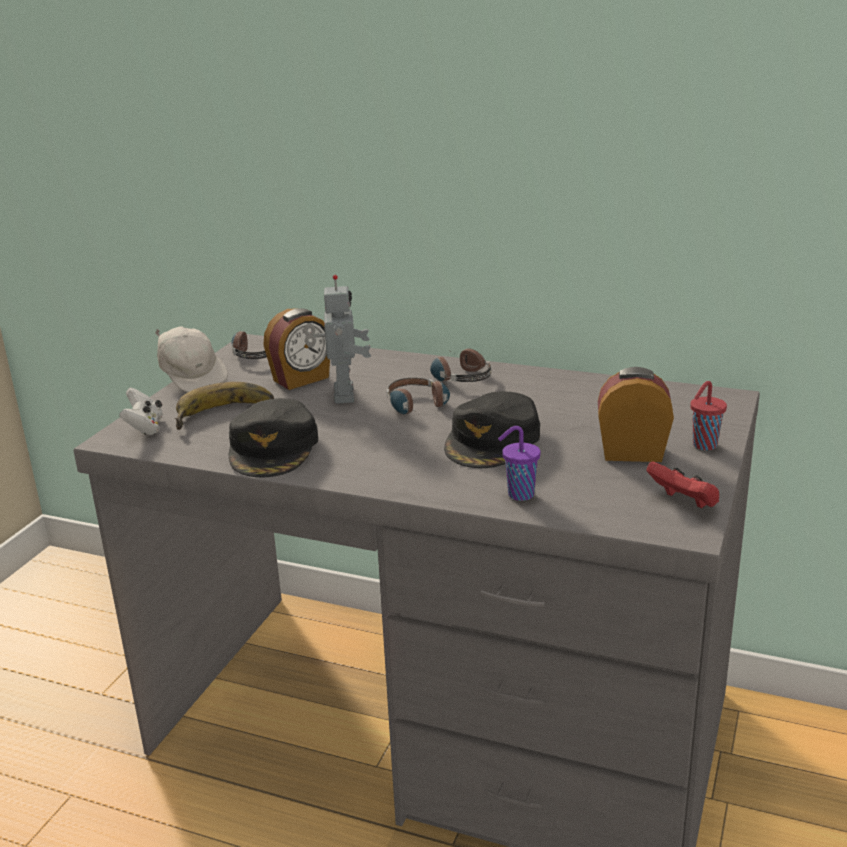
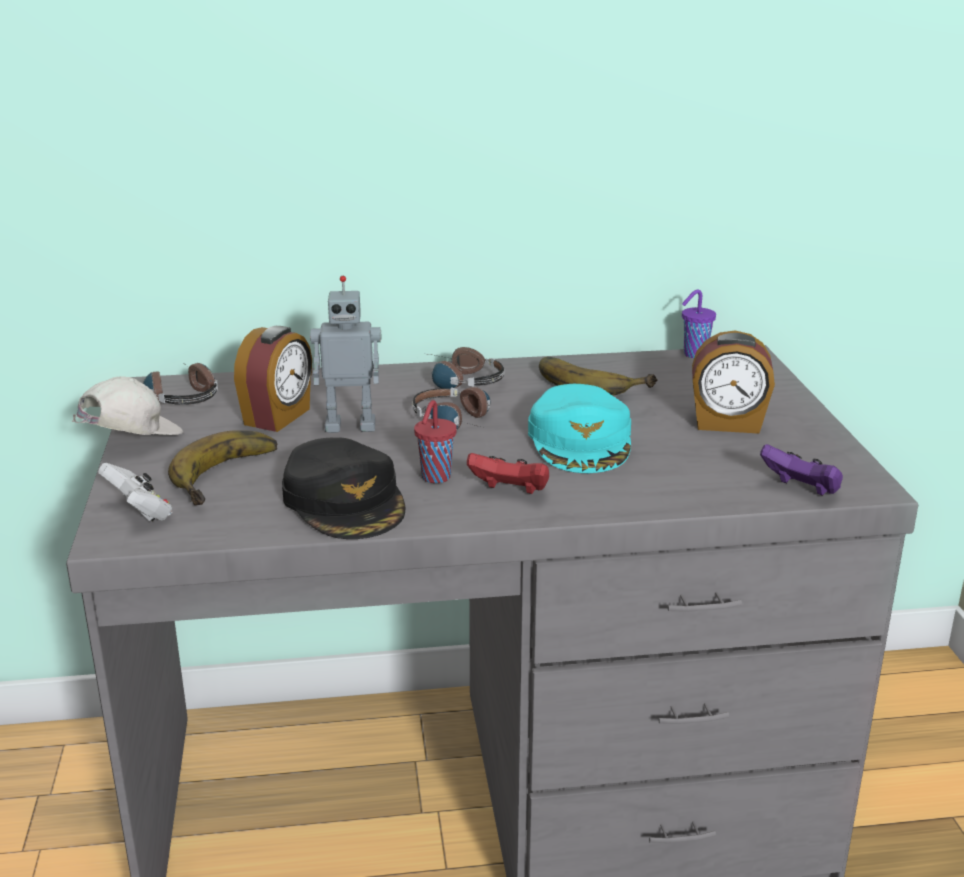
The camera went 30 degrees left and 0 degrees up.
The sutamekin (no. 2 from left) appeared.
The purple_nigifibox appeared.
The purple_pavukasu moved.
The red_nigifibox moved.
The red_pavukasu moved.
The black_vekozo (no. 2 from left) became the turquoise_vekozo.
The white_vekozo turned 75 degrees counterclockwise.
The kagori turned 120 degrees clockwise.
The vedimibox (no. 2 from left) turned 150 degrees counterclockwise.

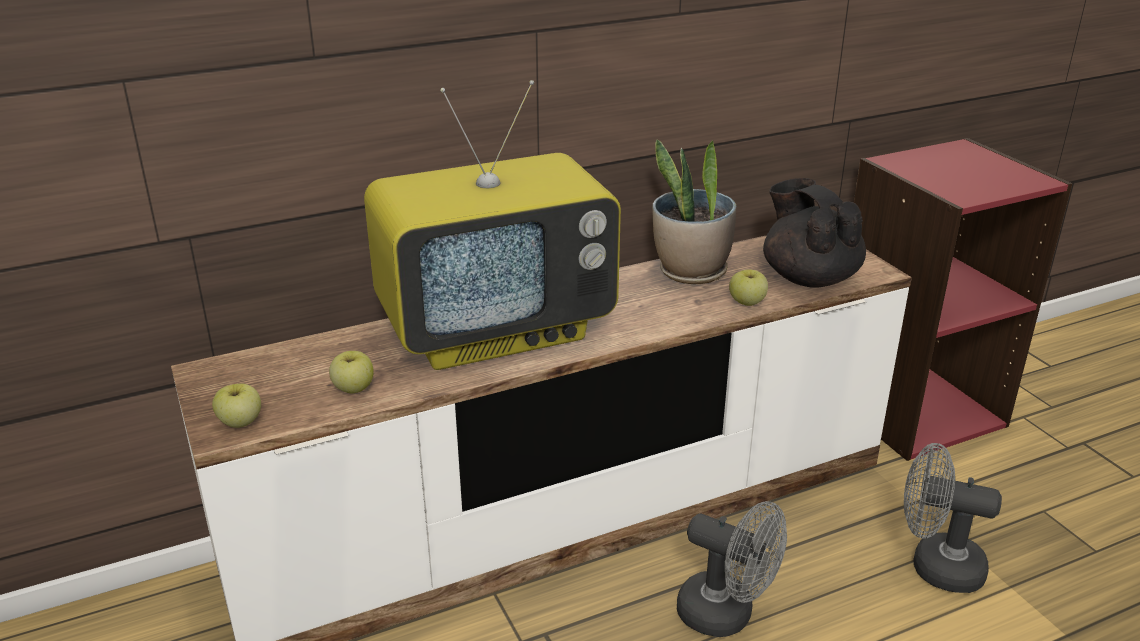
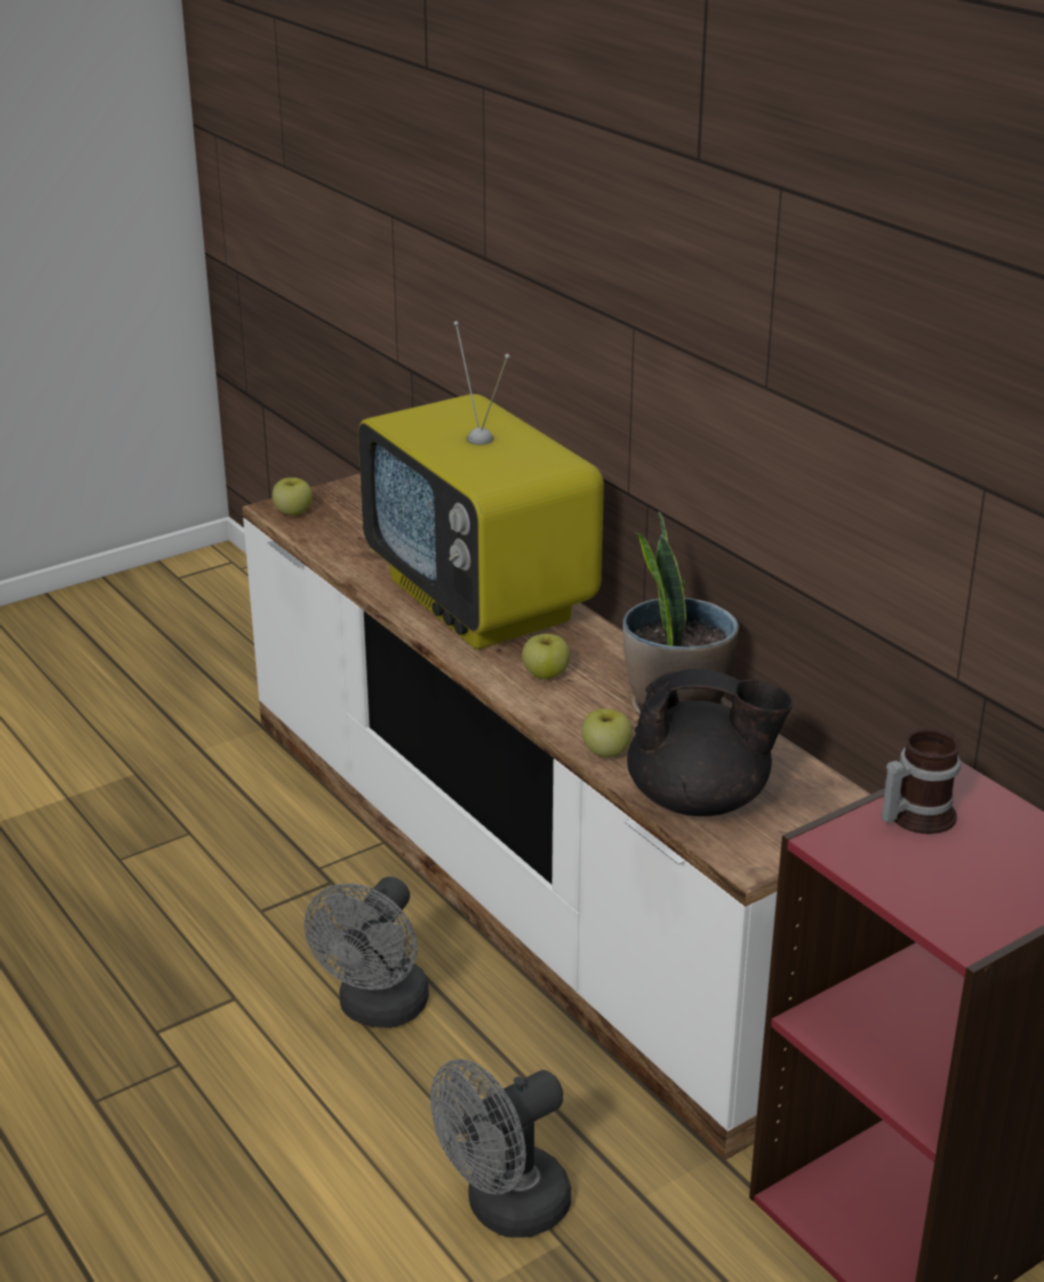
The camera went 80 degrees right and 0 degrees up.
The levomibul appeared.
The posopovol (no. 2 from left) moved.
The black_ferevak turned 45 degrees clockwise.
The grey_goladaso (no. 2 from left) turned 135 degrees counterclockwise.

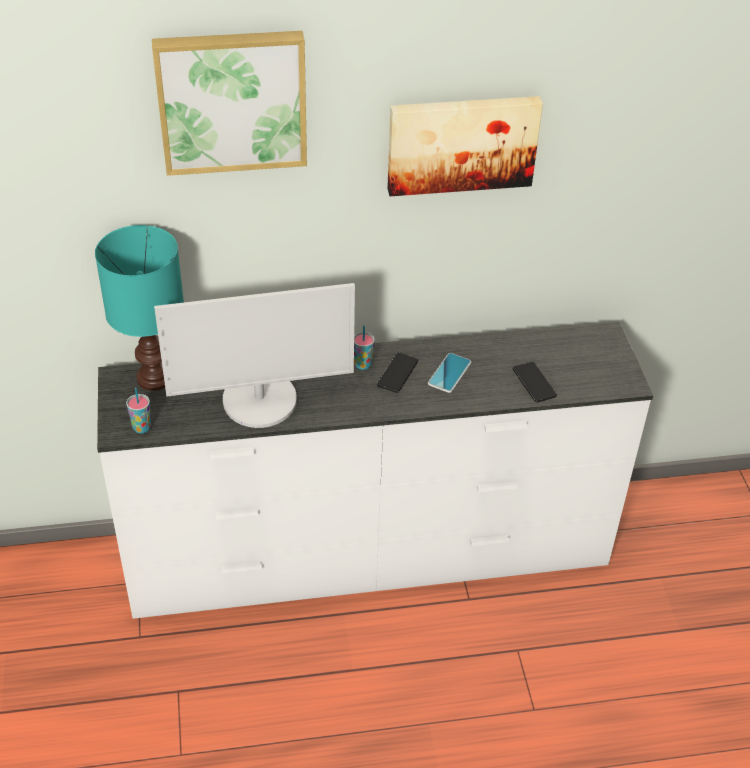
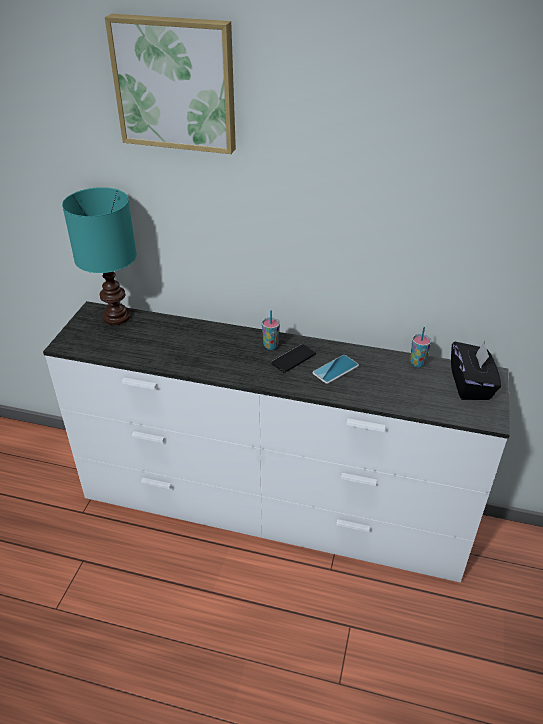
The camera went 25 degrees right and 5 degrees down.
The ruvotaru disappeared.
The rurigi (no. 2 from left) disappeared.
The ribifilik (no. 3 from left) disappeared.
The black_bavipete appeared.
The pavukasu (no. 1 from left in the first image) moved.

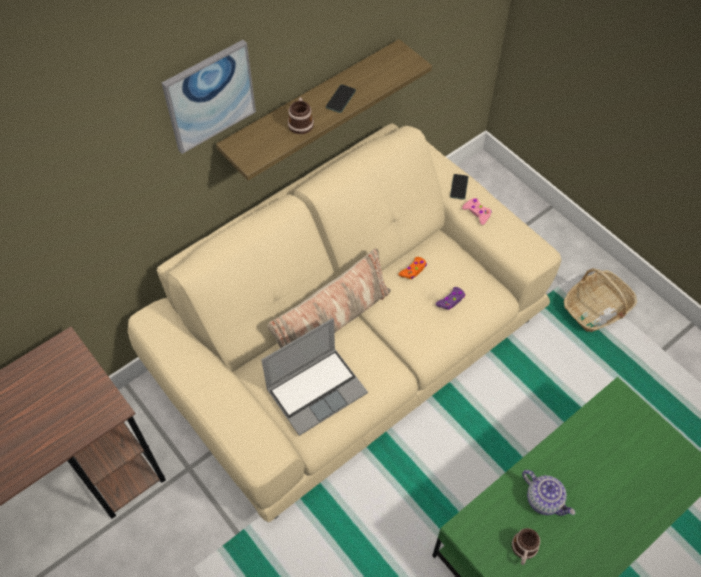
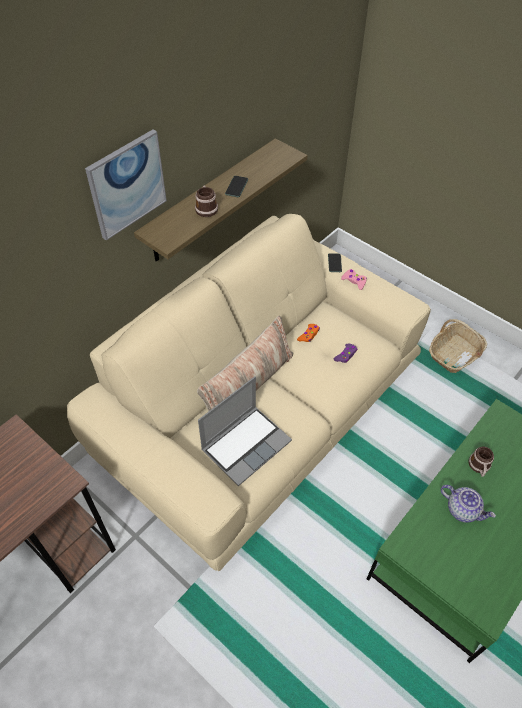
The camera went 10 degrees left and 5 degrees down.
The levomibul (no. 2 from left) moved.

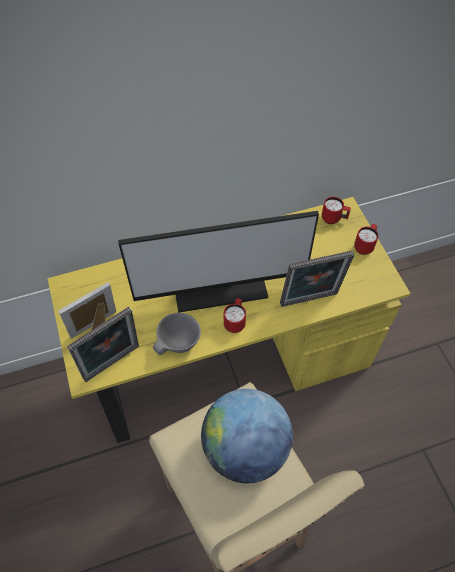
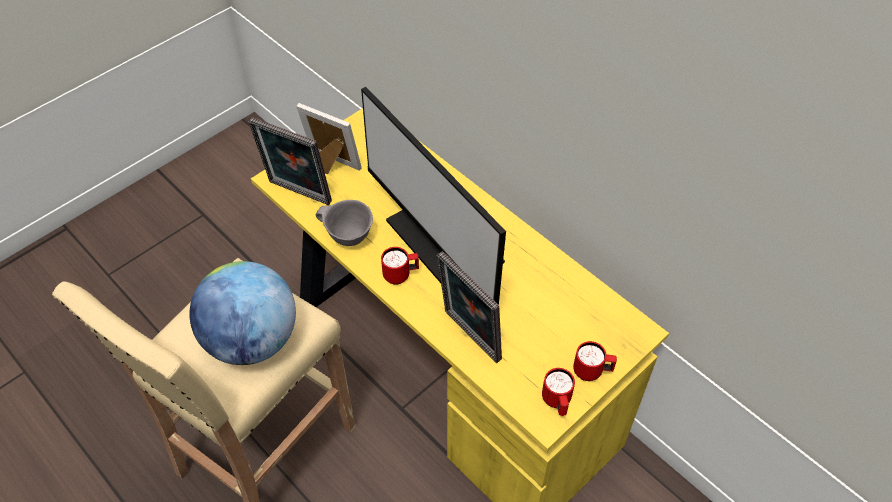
The camera went 65 degrees right and 5 degrees down.
The red_levomibul (no. 2 from left) moved.

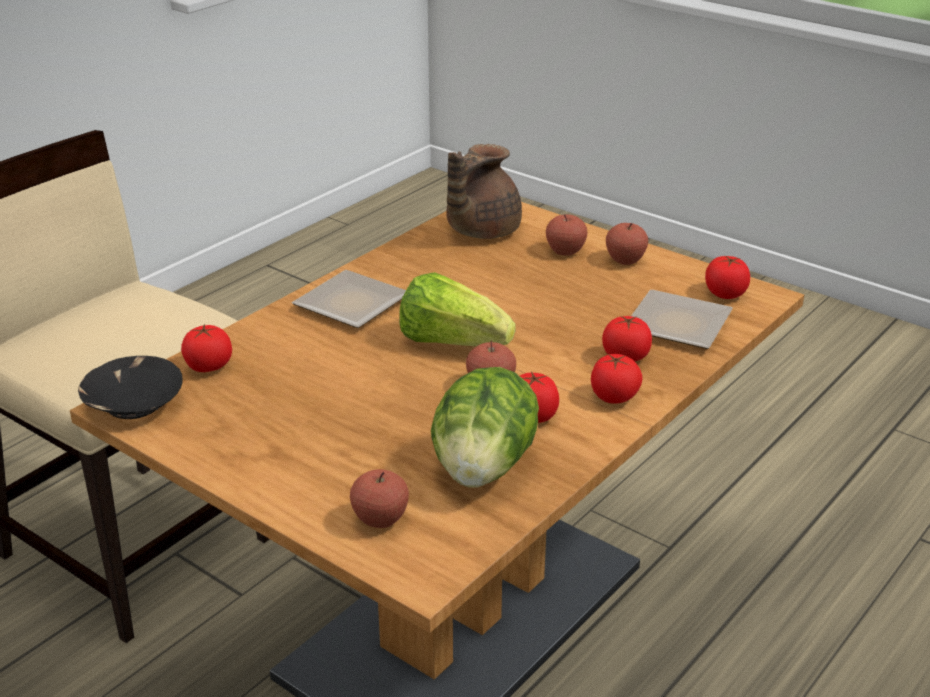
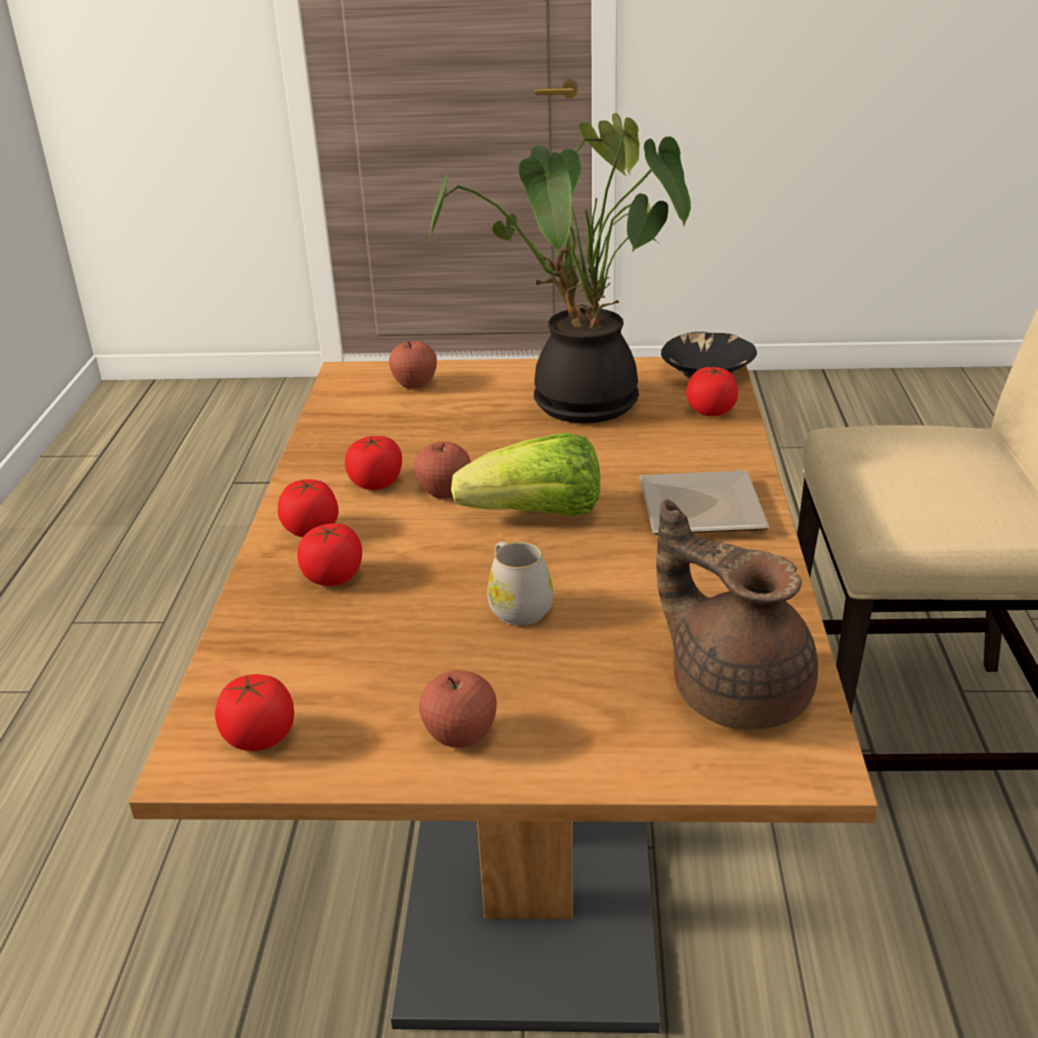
The camera went 145 degrees right and 0 degrees up.
The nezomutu (no. 2 from left) disappeared.
The posopovol (no. 3 from left) disappeared.
The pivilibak (no. 2 from left) disappeared.
The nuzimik appeared.
The white_levomibul appeared.
The brown_ferevak turned 45 degrees counterclockwise.

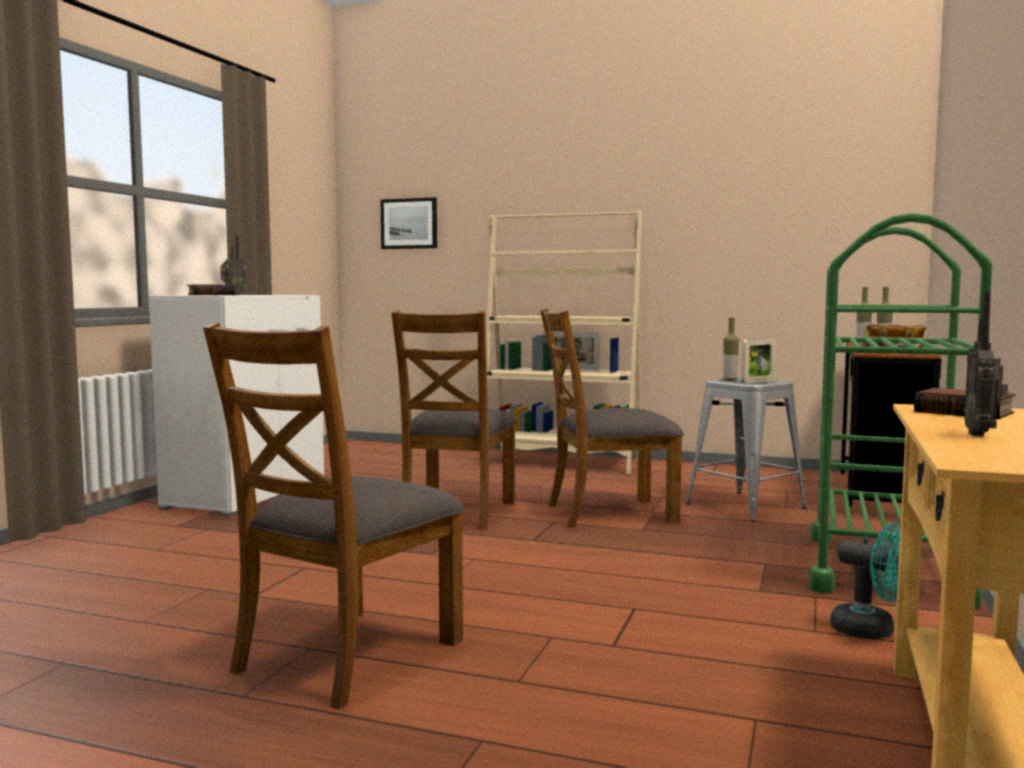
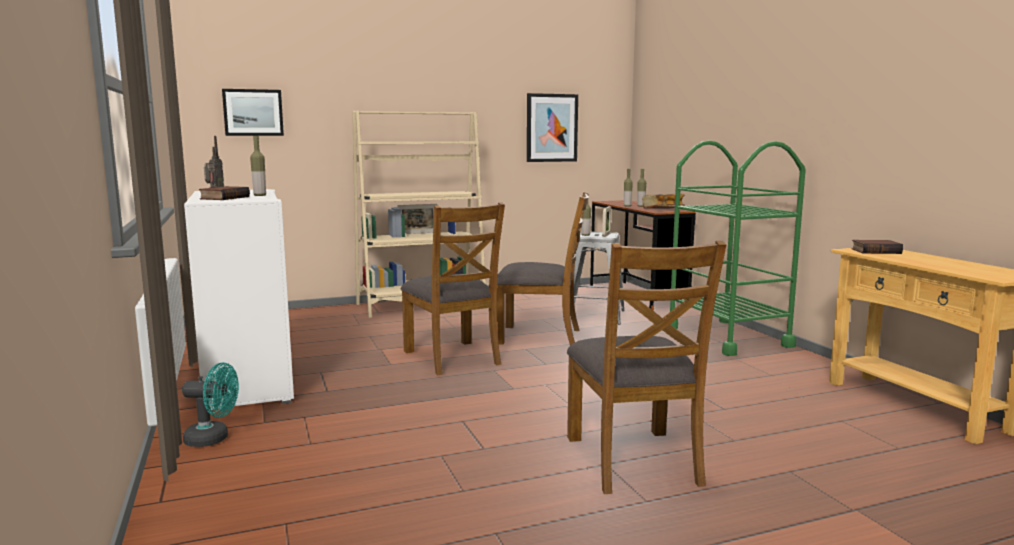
The camera went 40 degrees left and 5 degrees up.
The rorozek (no. 2 from left) disappeared.
The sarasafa (no. 1 from left) appeared.
The rurigi (no. 2 from left) appeared.
The turquoise_goladaso moved.
The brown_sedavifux (no. 3 from left in the first image) turned 120 degrees counterclockwise.

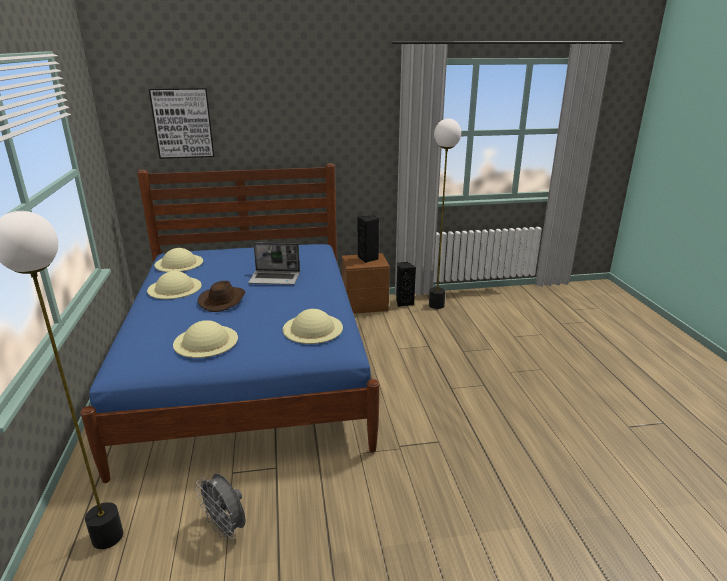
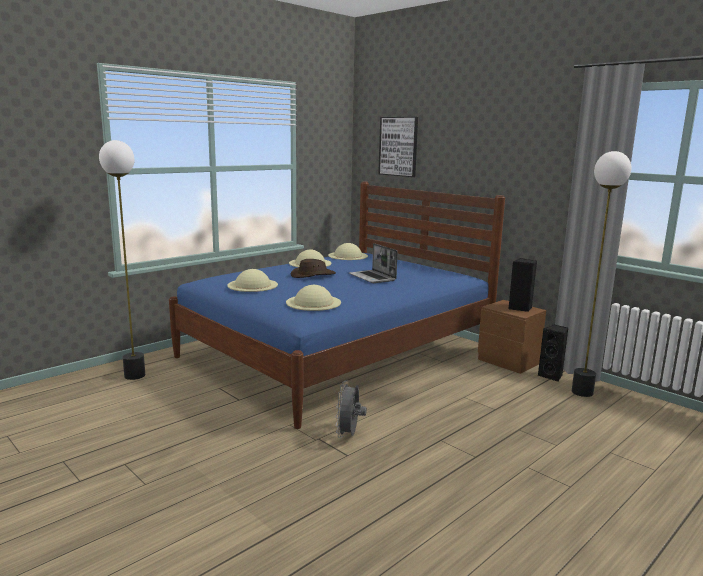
The camera went 55 degrees right and 10 degrees down.
The grey_goladaso moved.

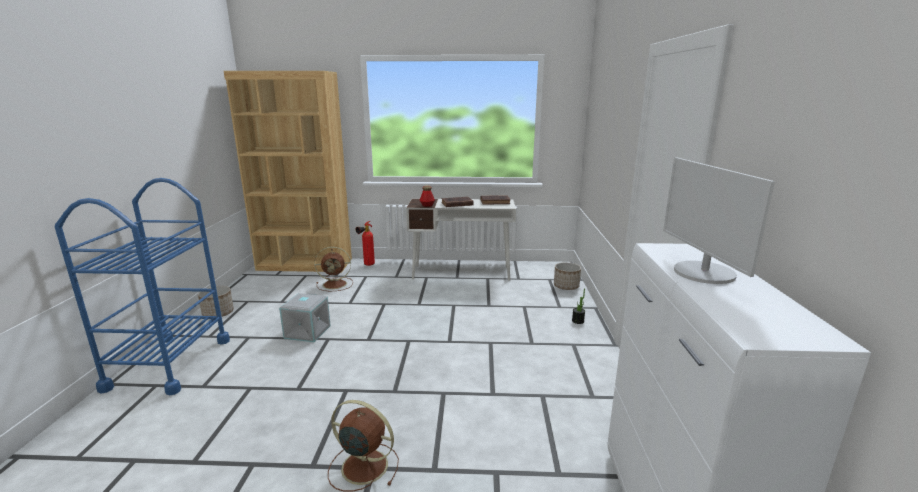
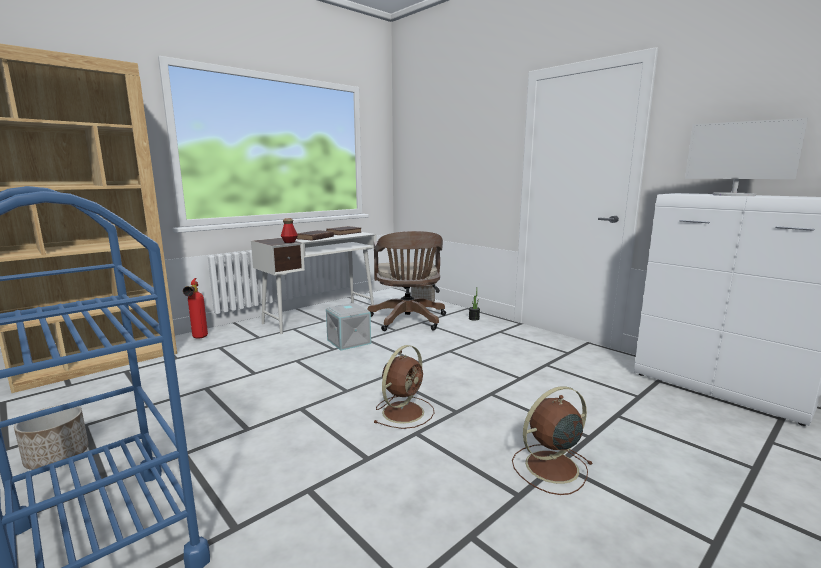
The camera went 45 degrees left and 5 degrees down.
The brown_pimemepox appeared.
The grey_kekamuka moved.
The brown_goladaso (no. 1 from left) moved.

